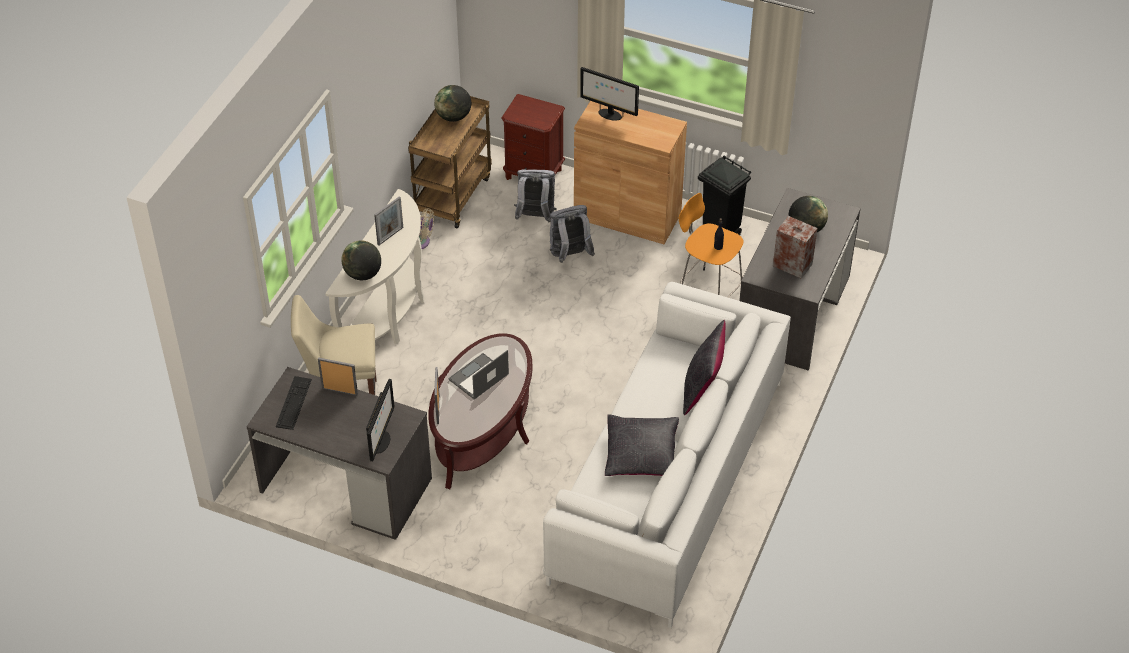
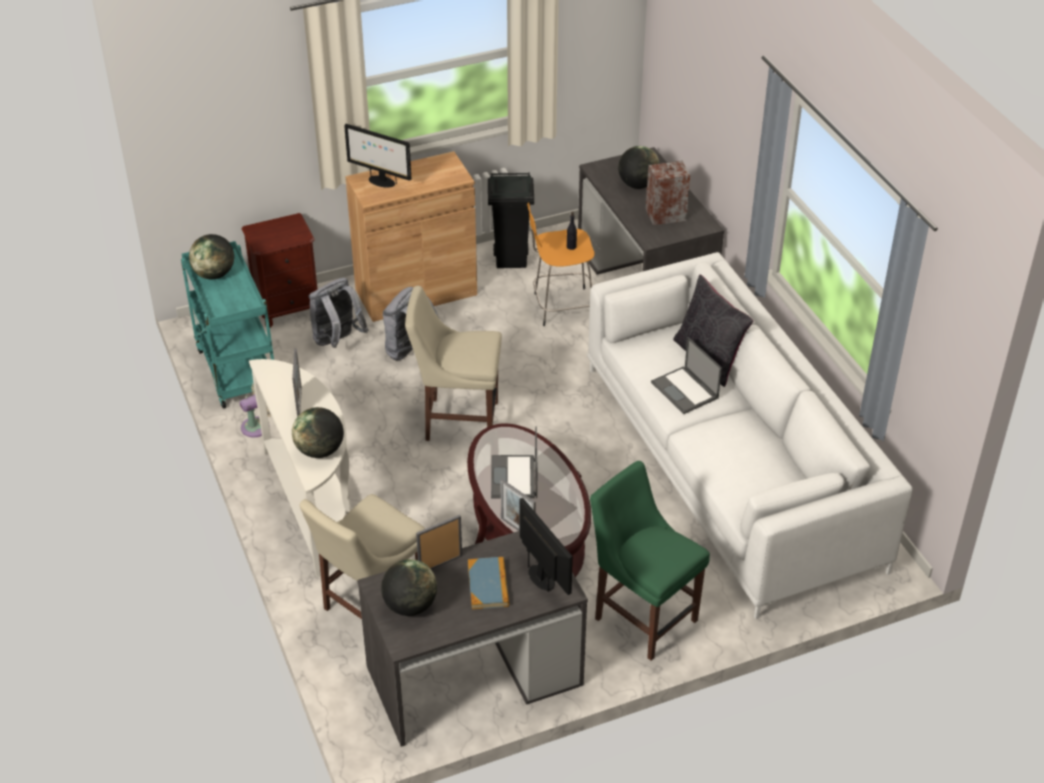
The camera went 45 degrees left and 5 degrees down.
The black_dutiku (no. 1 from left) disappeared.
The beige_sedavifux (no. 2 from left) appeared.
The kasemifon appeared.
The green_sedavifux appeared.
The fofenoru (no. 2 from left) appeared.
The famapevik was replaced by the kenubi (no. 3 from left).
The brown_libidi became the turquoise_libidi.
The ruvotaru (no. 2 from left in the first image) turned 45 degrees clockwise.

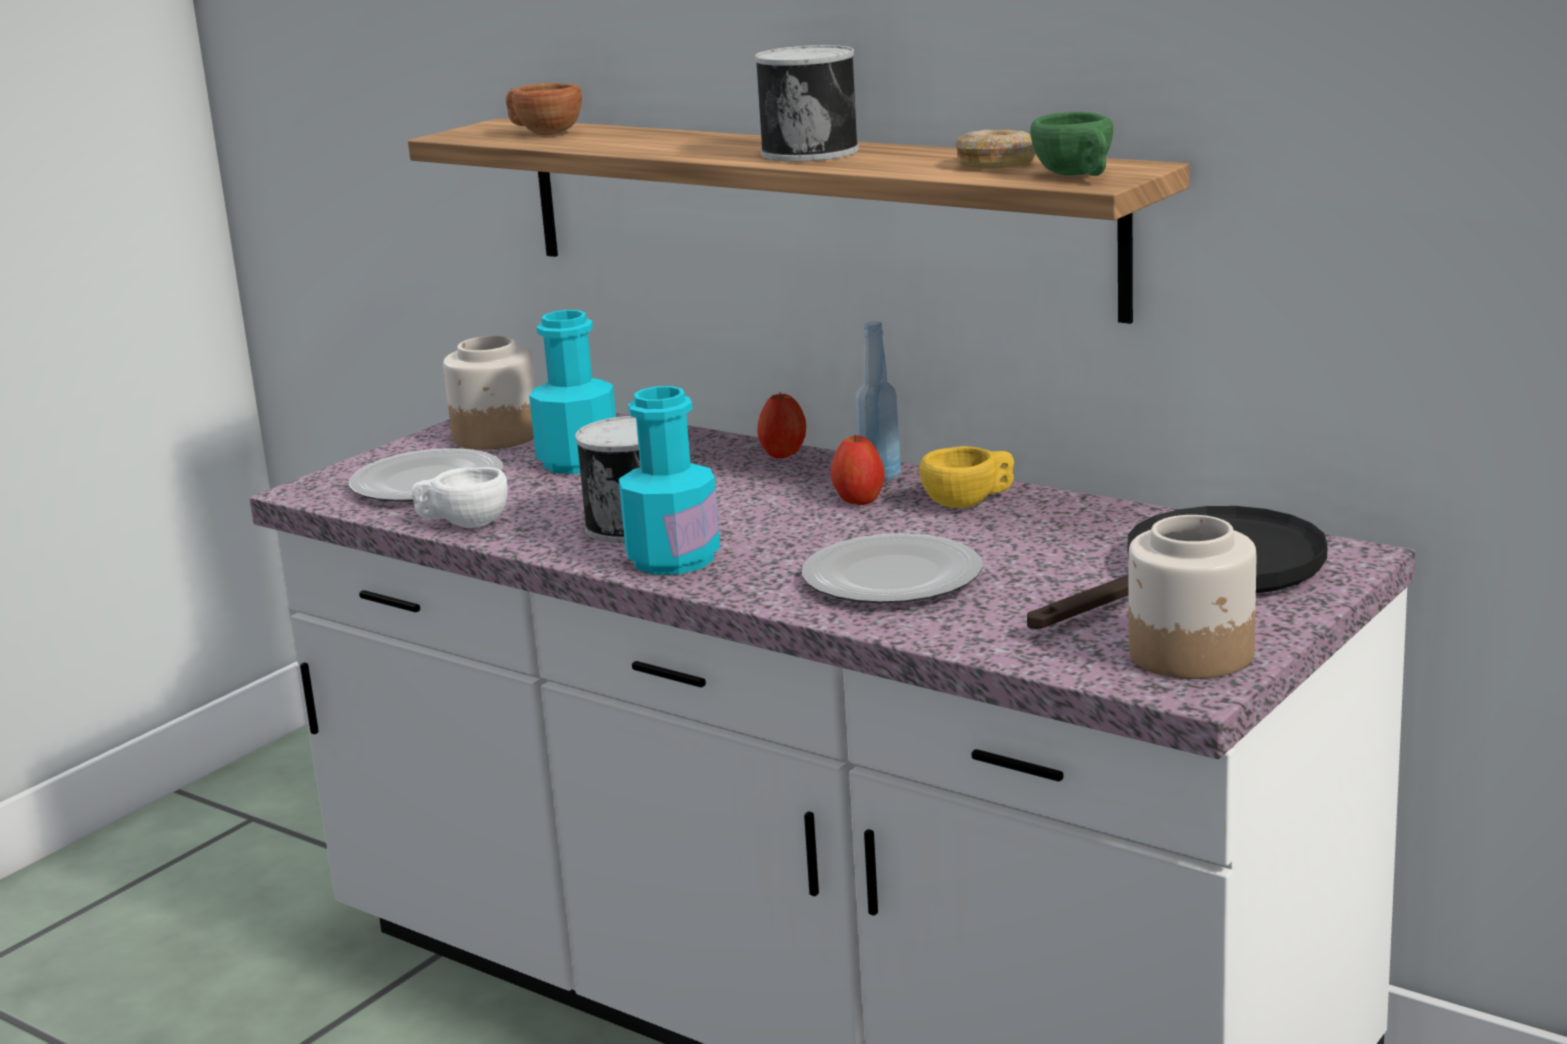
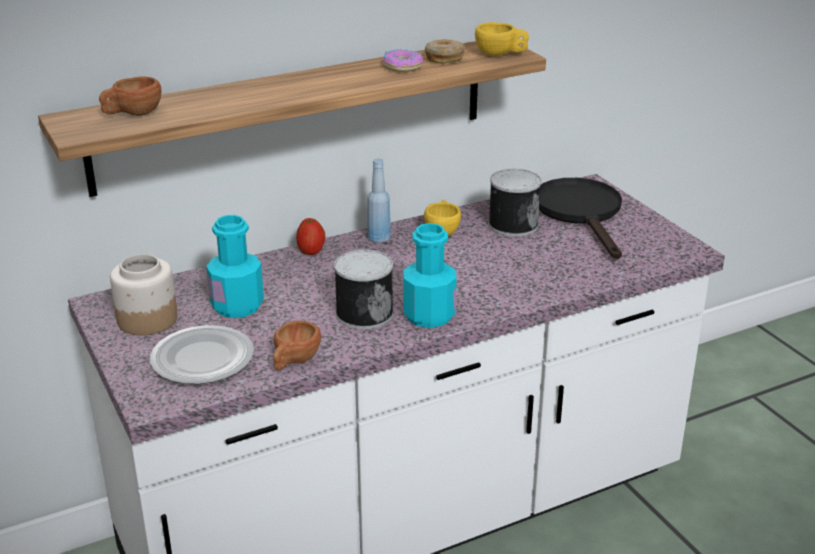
The camera went 65 degrees left and 10 degrees up.
The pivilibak (no. 2 from left) disappeared.
The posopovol (no. 2 from left) disappeared.
The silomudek (no. 2 from left) disappeared.
The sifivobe (no. 1 from left) appeared.
The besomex (no. 2 from left) moved.
The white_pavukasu became the brown_pavukasu (no. 2 from left).
The green_pavukasu became the yellow_pavukasu (no. 2 from left).

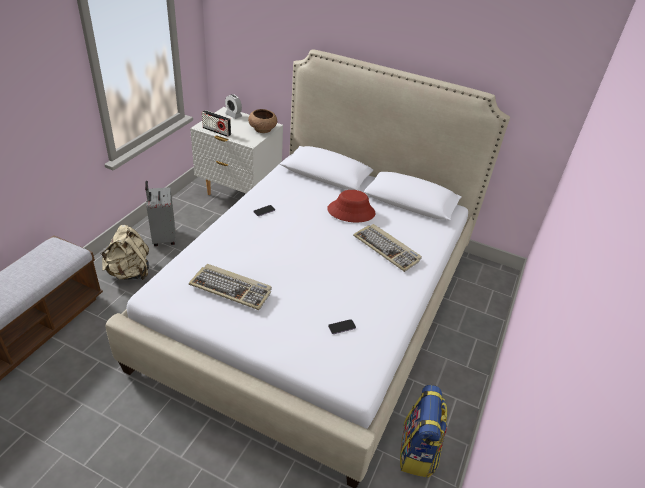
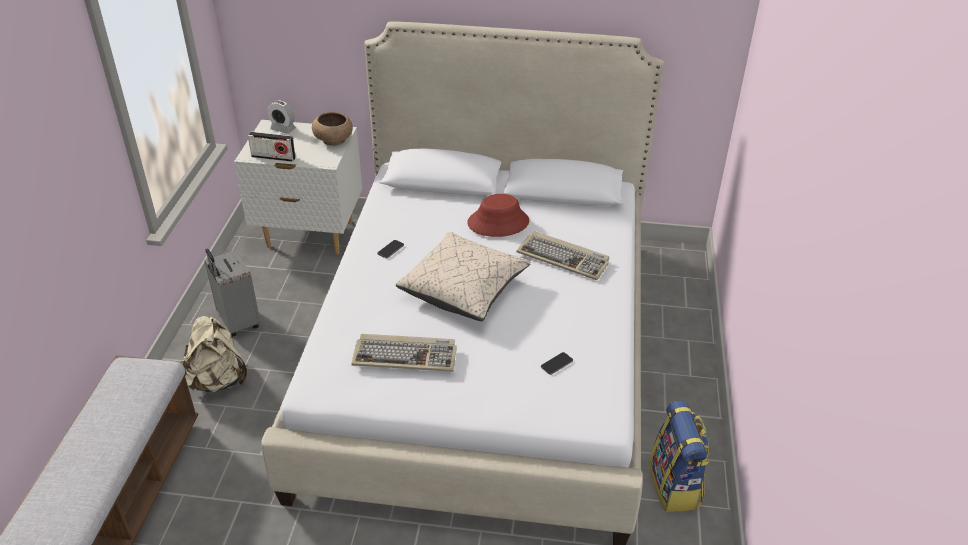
The camera went 15 degrees left and 0 degrees up.
The beige_dutiku appeared.

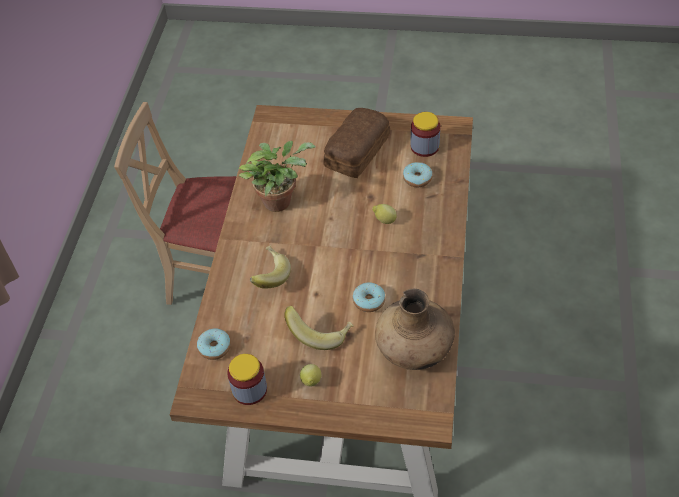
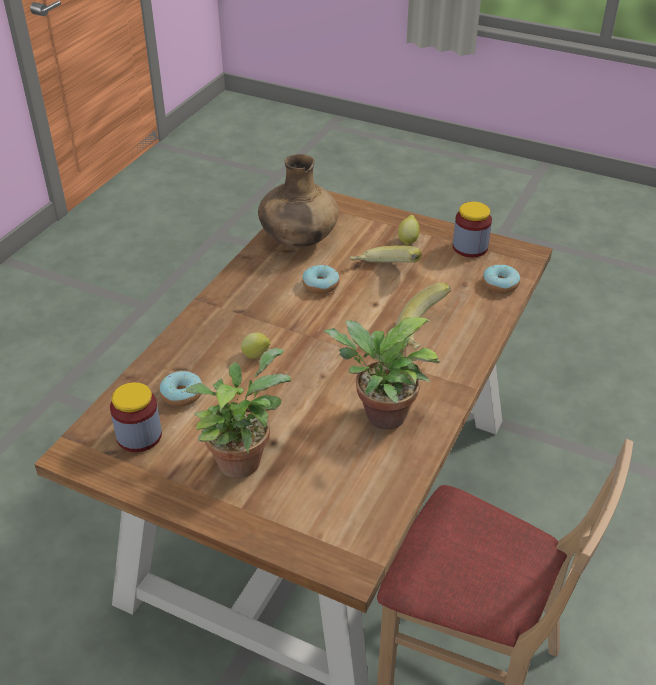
The camera went 165 degrees left and 10 degrees down.
The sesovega was replaced by the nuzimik (no. 1 from left).

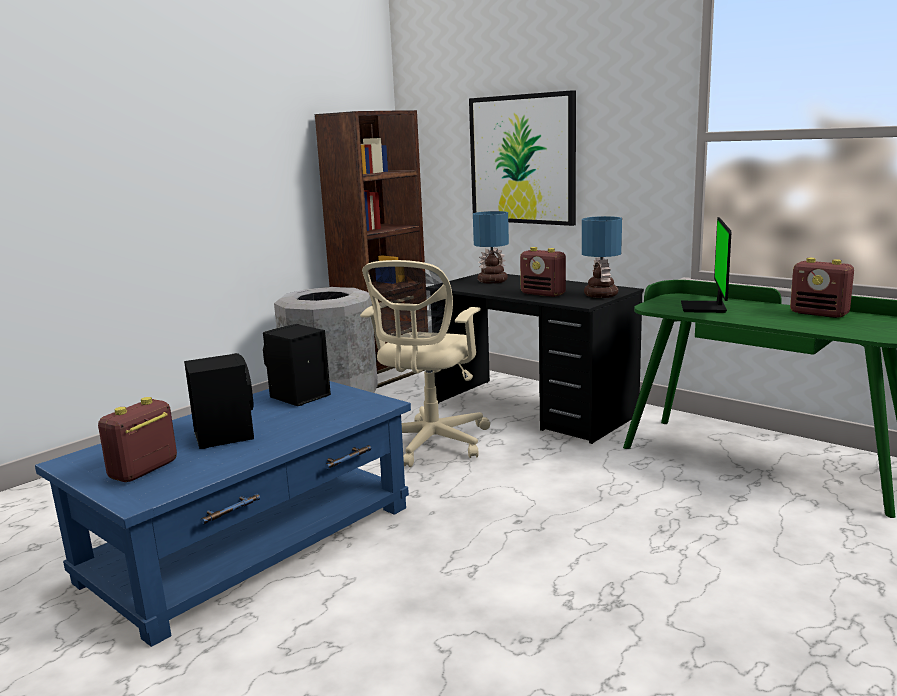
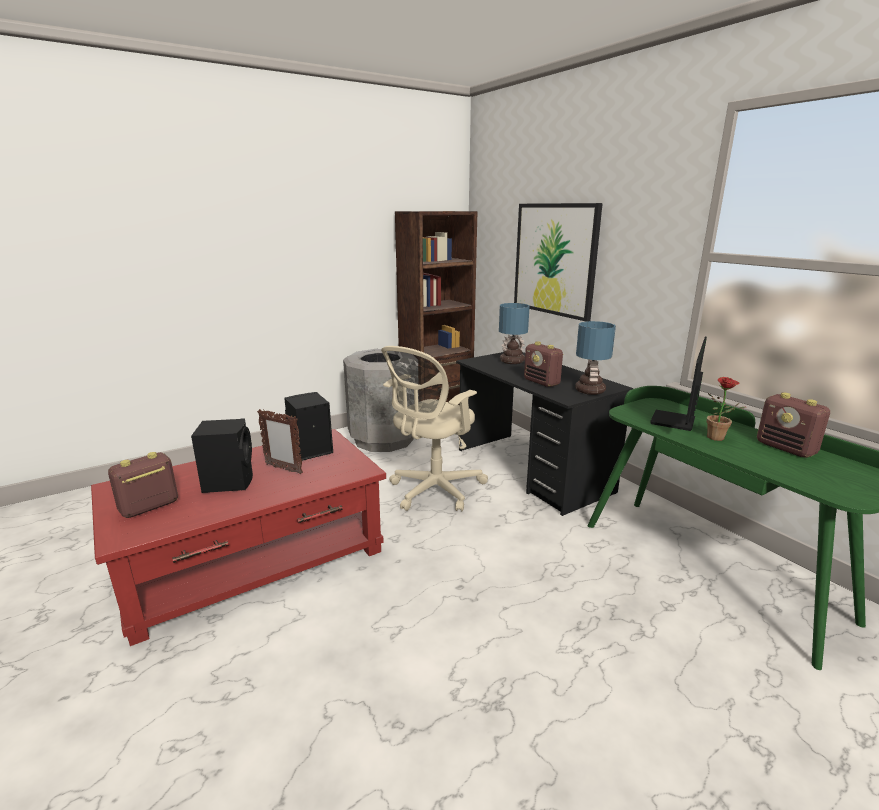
The camera went 15 degrees right and 5 degrees up.
The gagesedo appeared.
The nuzimik appeared.
The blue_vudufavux became the red_vudufavux.

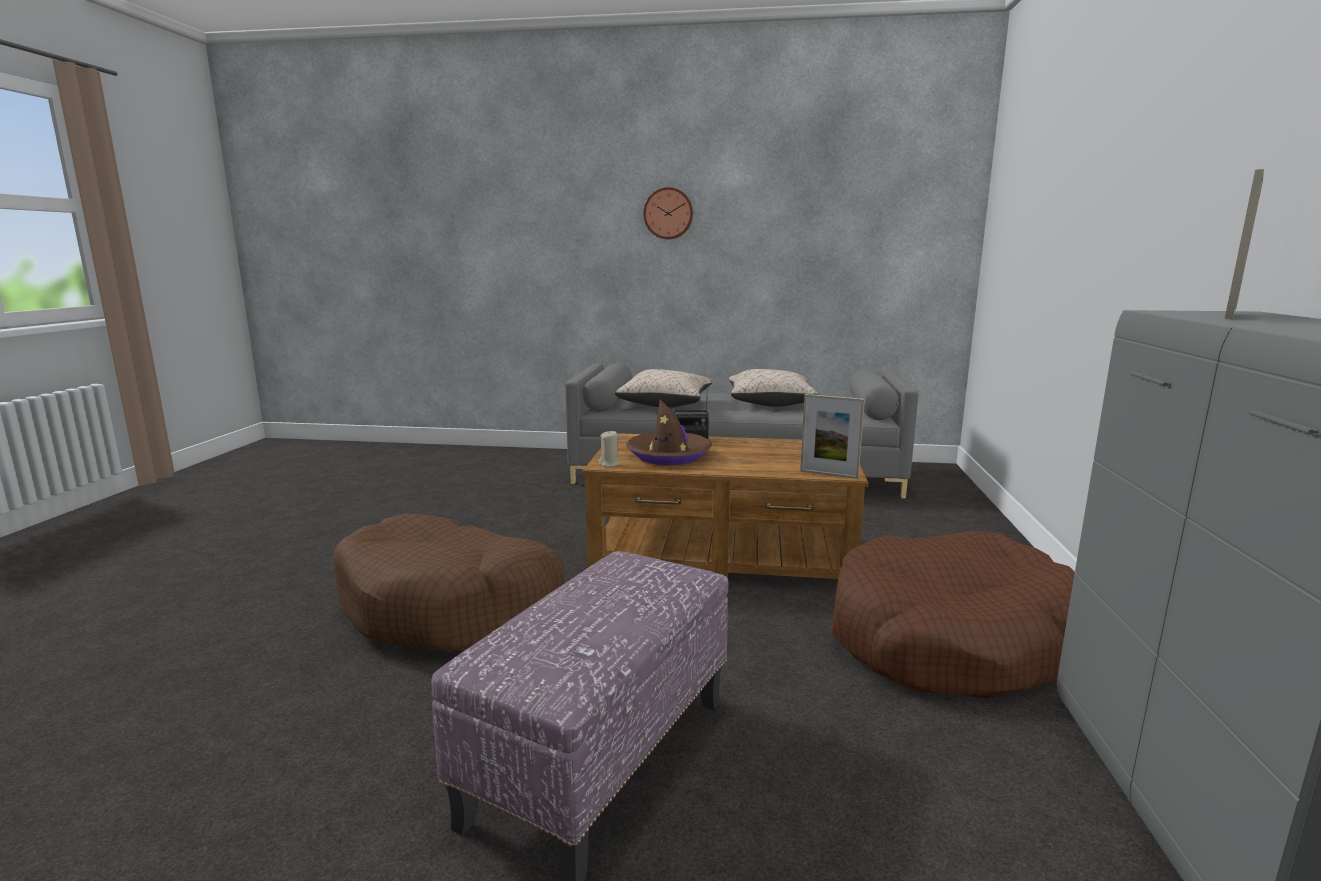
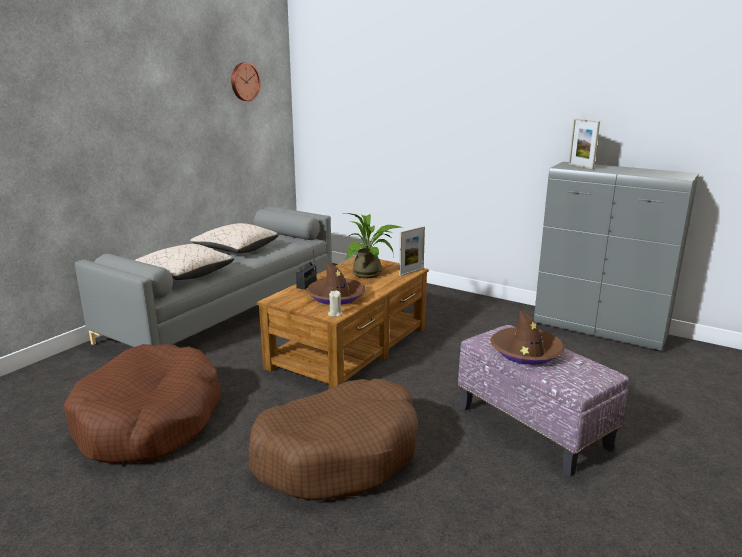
The camera went 65 degrees left and 5 degrees up.
The nuzimik appeared.
The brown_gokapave (no. 2 from left) appeared.
The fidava moved.
The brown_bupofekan (no. 2 from left in the first image) moved.

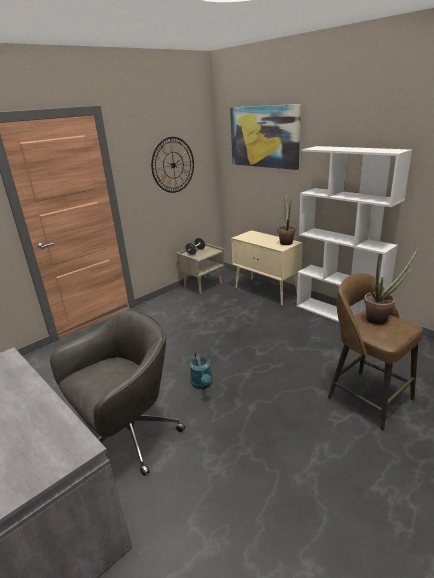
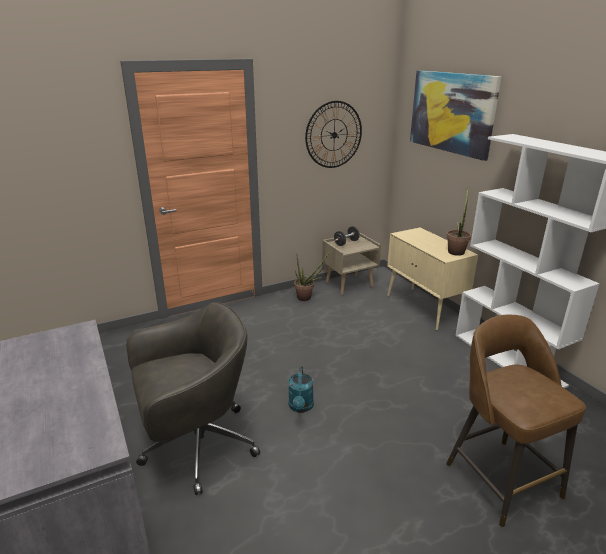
The camera went 15 degrees right and 0 degrees up.
The nuzimik (no. 2 from left in the first image) moved.

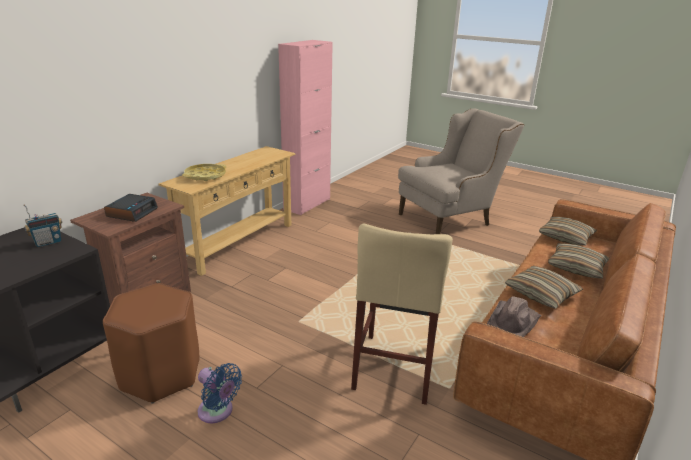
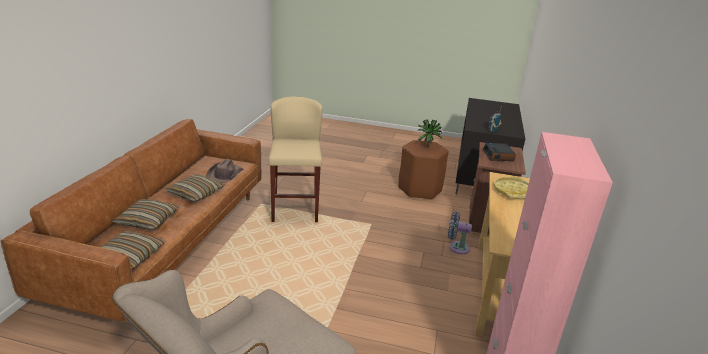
The camera went 160 degrees right and 0 degrees up.
The nuzimik appeared.
The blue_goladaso moved.

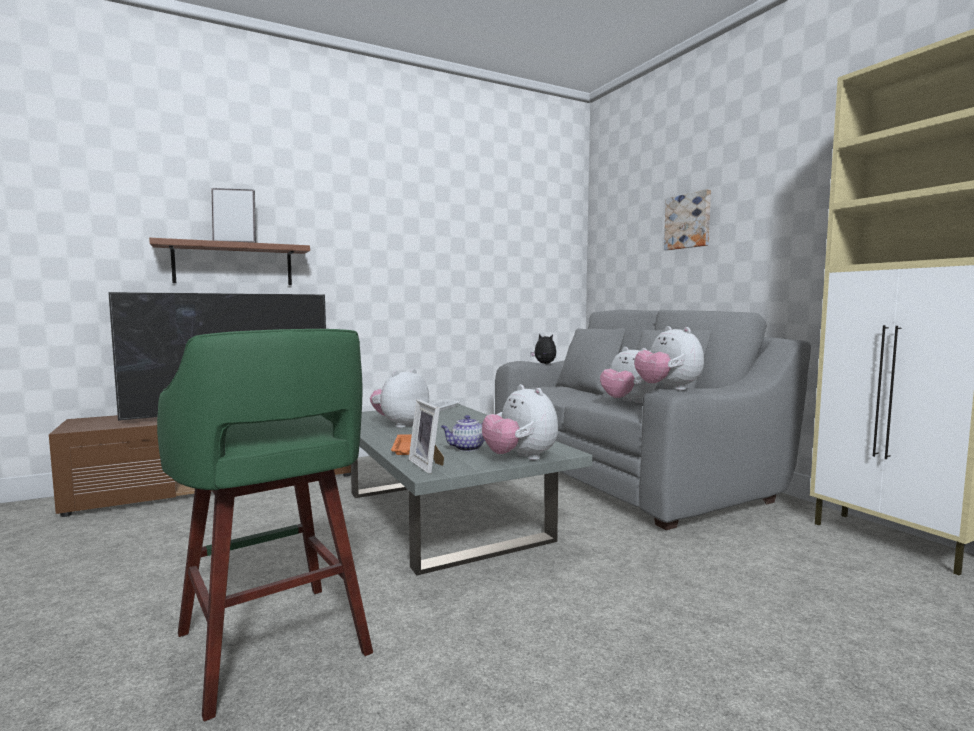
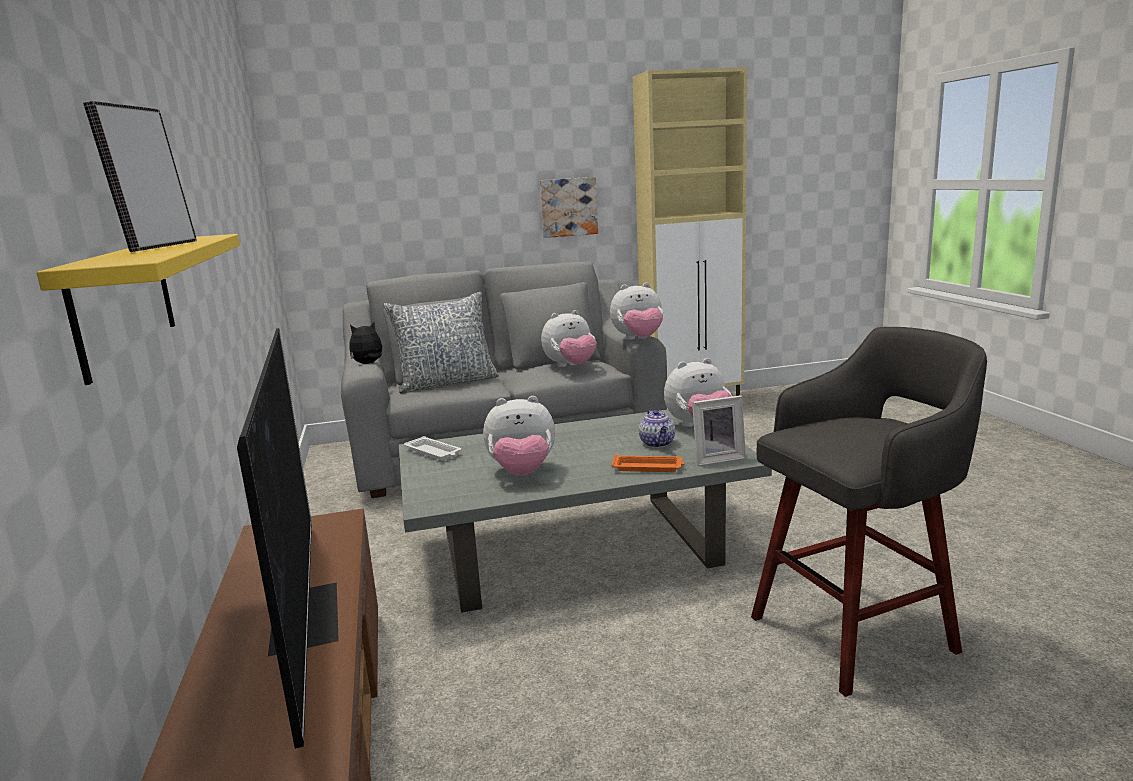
The camera went 75 degrees left and 10 degrees up.
The dutiku appeared.
The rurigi moved.
The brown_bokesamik became the yellow_bokesamik.
The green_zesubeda became the grey_zesubeda.
The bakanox (no. 1 from left in the first image) turned 60 degrees counterclockwise.

